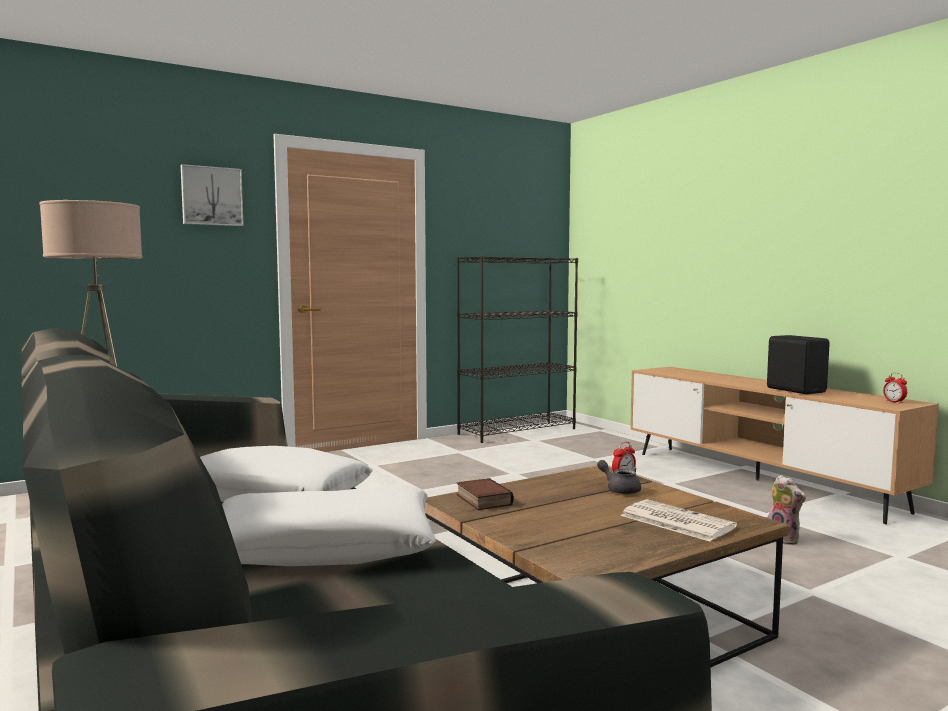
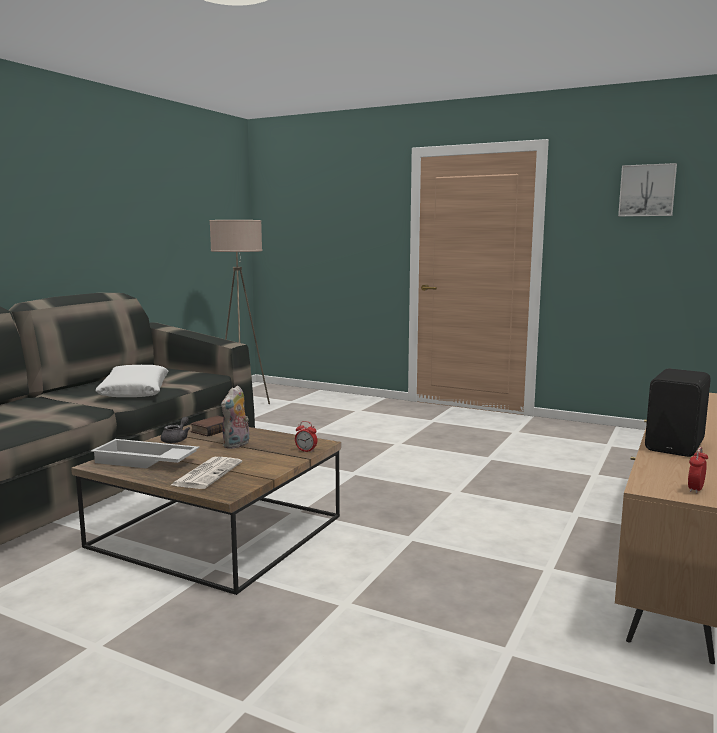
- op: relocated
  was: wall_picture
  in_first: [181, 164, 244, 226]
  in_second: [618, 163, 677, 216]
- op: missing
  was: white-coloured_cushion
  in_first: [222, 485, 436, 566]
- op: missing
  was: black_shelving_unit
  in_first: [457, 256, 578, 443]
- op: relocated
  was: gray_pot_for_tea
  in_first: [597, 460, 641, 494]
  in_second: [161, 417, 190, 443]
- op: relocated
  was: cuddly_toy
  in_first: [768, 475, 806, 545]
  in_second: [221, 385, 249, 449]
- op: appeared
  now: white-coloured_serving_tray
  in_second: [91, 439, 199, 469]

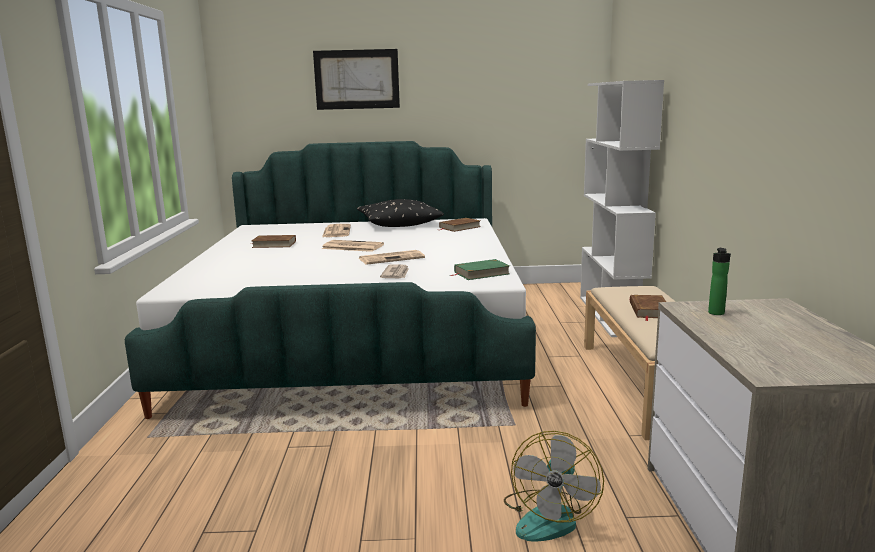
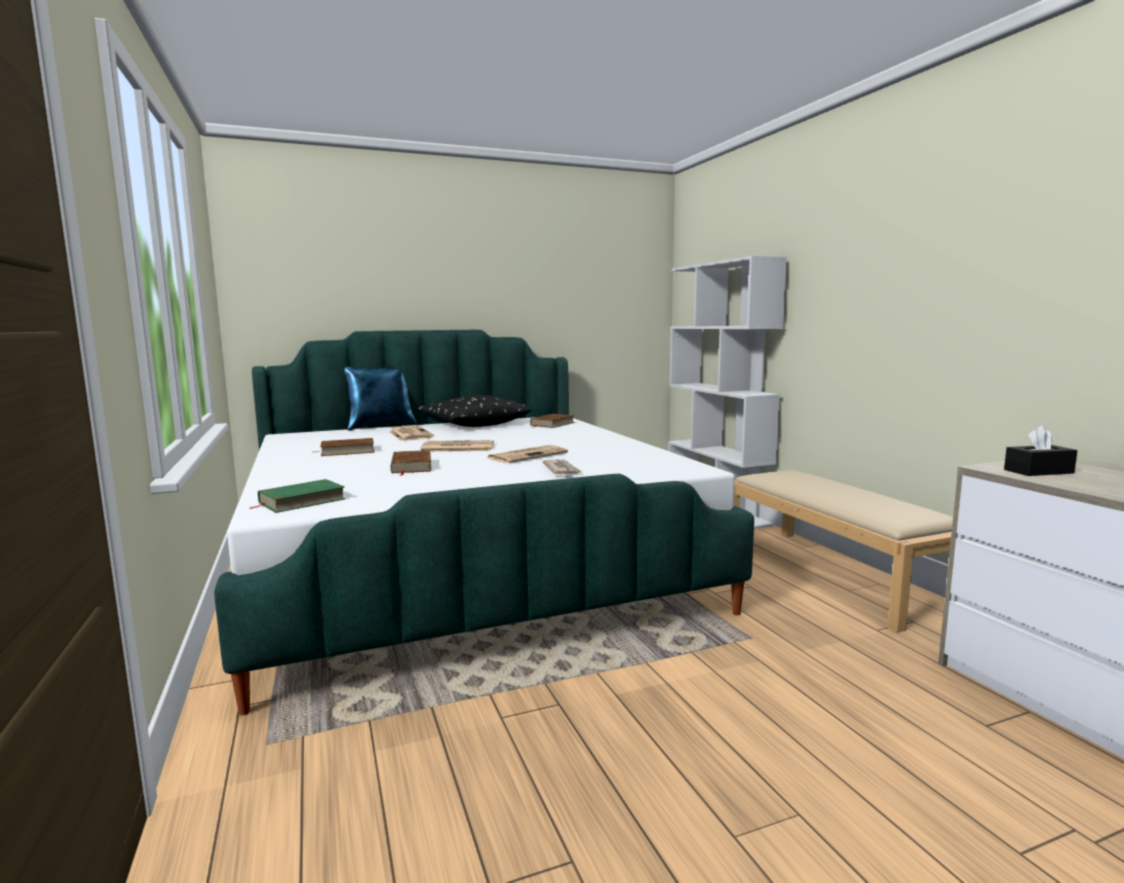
- op: missing
  was: wall_picture
  in_first: [313, 49, 400, 110]
- op: relocated
  was: green_book
  in_first: [450, 259, 510, 280]
  in_second: [249, 479, 346, 513]
- op: missing
  was: fan
  in_first: [504, 431, 604, 542]
- op: relocated
  was: brownish_book
  in_first: [630, 295, 666, 321]
  in_second: [391, 450, 431, 476]
- op: exchanged
  was: bottle
  now: black_tissue_box
  in_first: [708, 248, 731, 315]
  in_second: [1004, 425, 1077, 476]
- op: appeared
  now: blue_cushion
  in_second: [344, 366, 417, 431]

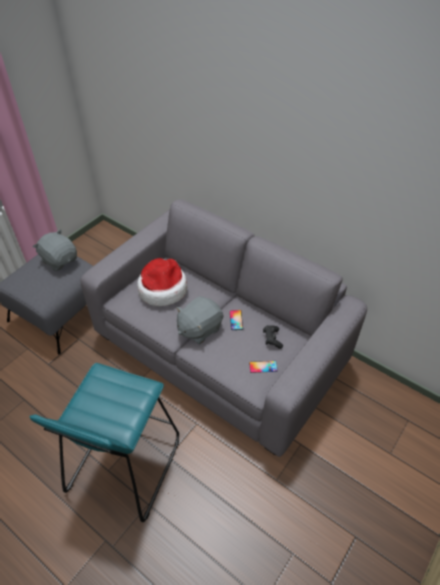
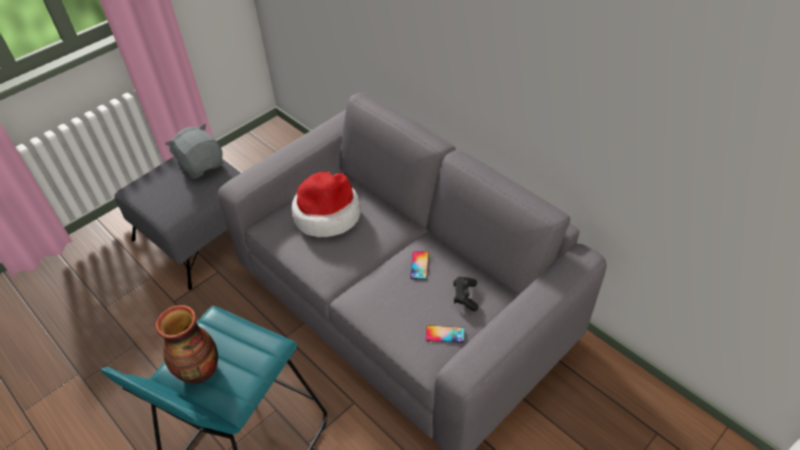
- op: missing
  was: gray_cuddly_toy
  in_first: [176, 296, 223, 344]
- op: appeared
  now: flower_vase
  in_second: [156, 305, 218, 384]

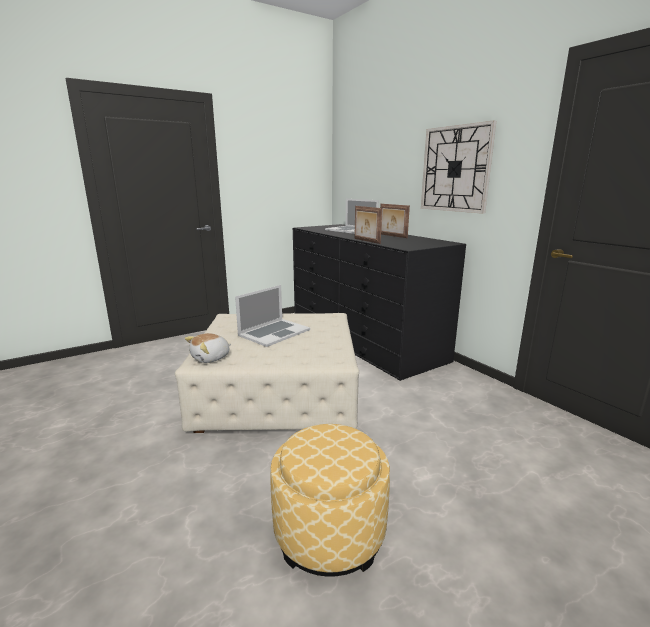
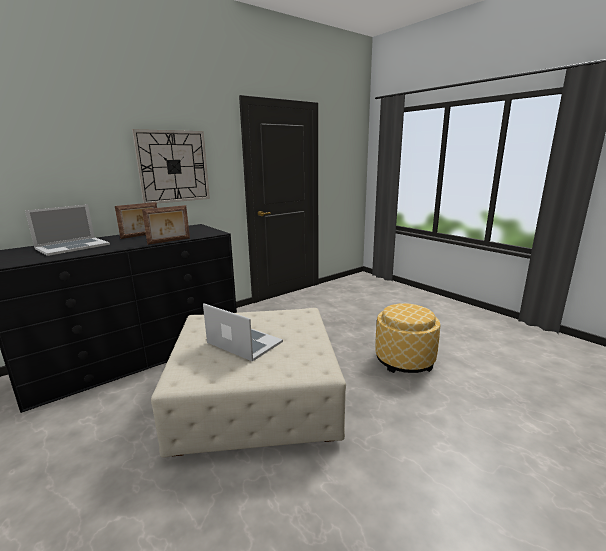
- op: missing
  was: cuddly_toy
  in_first: [185, 333, 231, 363]

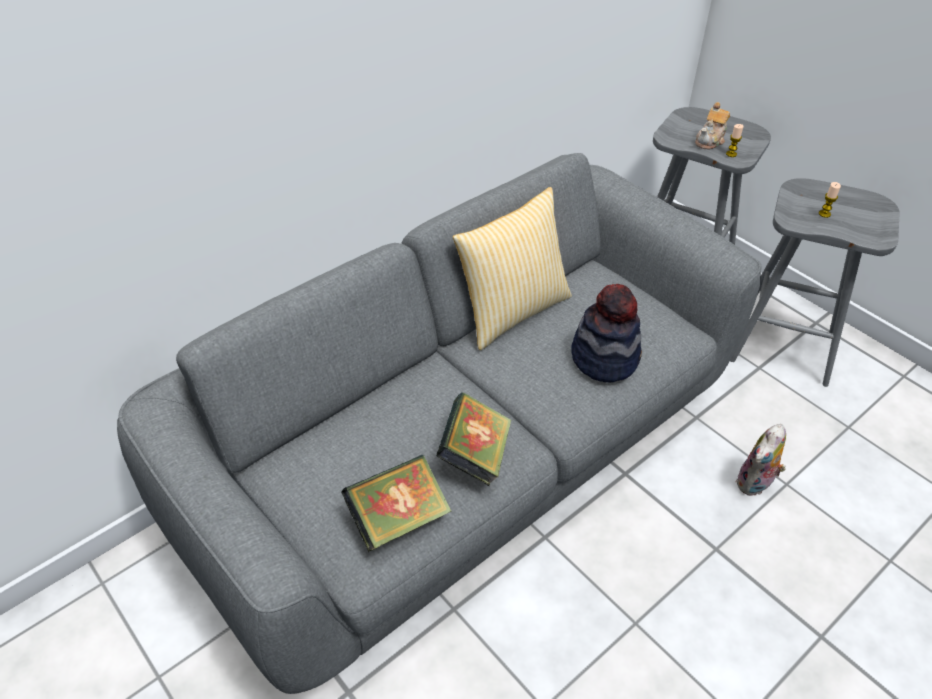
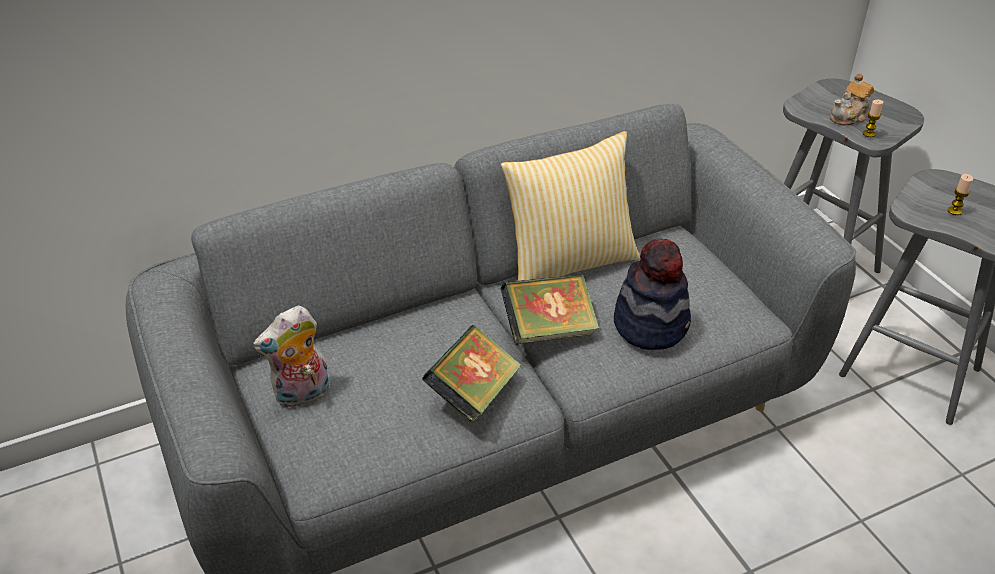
- op: relocated
  was: book
  in_first: [341, 455, 452, 552]
  in_second: [501, 274, 600, 344]
- op: relocated
  was: cuddly_toy
  in_first: [735, 424, 786, 496]
  in_second: [253, 306, 330, 408]

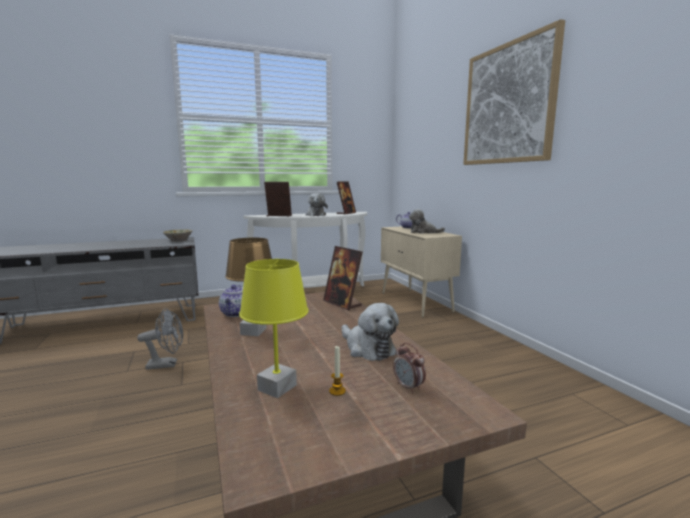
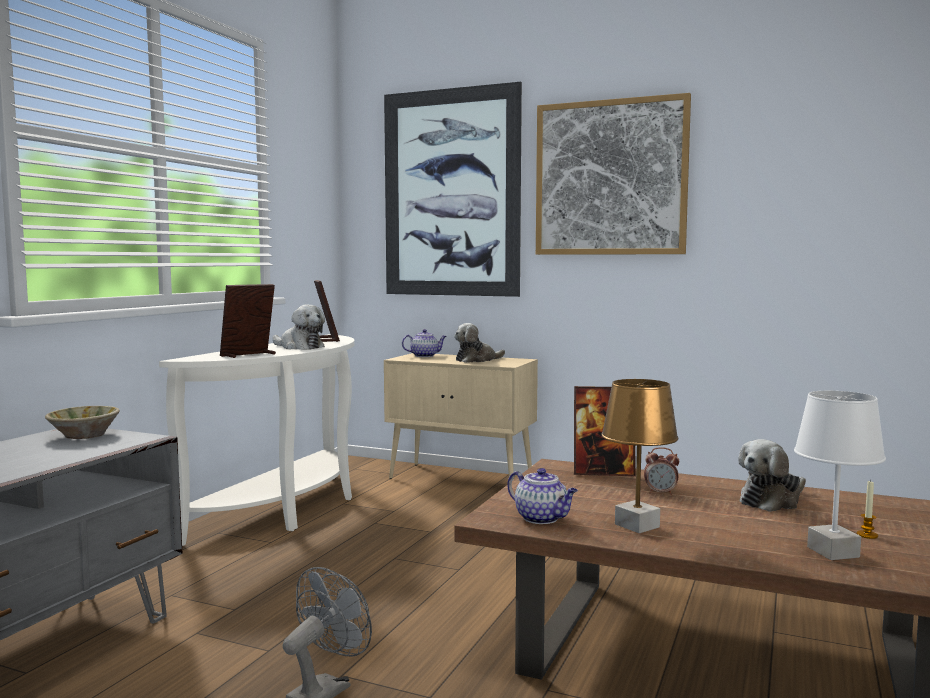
- op: colour
  was: yellowish_lamp_for_a_table
  now: white-coloured_lamp_for_a_table
  in_first: [239, 259, 309, 398]
  in_second: [794, 391, 886, 560]
- op: spun
  was: cuddly_toy
  in_first: [342, 303, 399, 361]
  in_second: [738, 439, 806, 512]
  clockwise: 135
- op: relocated
  was: bedside_clock
  in_first: [393, 343, 426, 394]
  in_second: [644, 447, 679, 495]
- op: appeared
  now: wall_picture
  in_second: [384, 82, 522, 297]

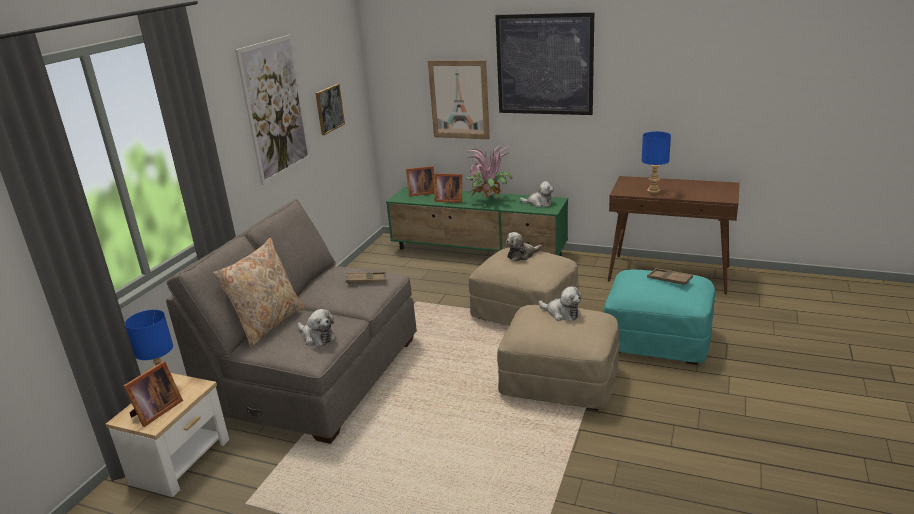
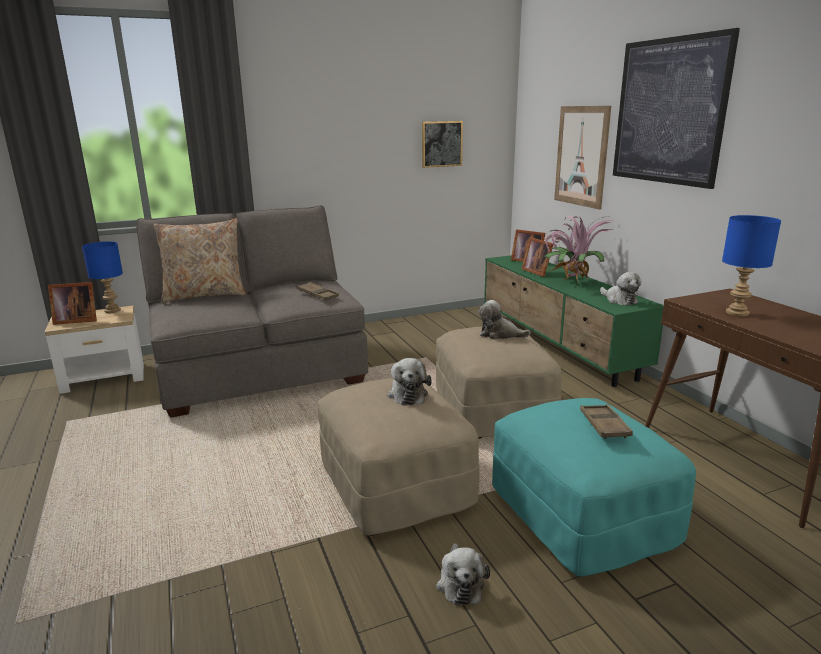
- op: missing
  was: wall_picture
  in_first: [235, 35, 311, 185]
- op: relocated
  was: cuddly_toy
  in_first: [297, 309, 336, 346]
  in_second: [436, 543, 490, 605]

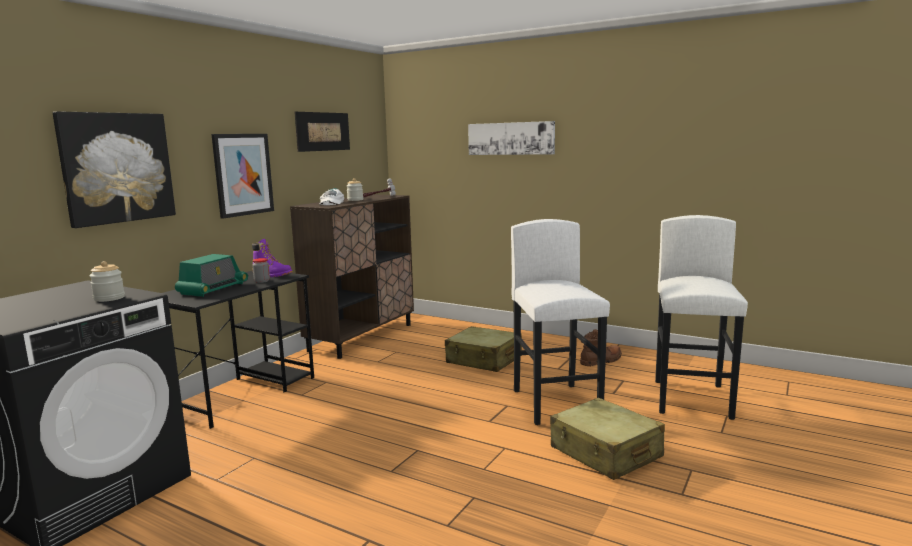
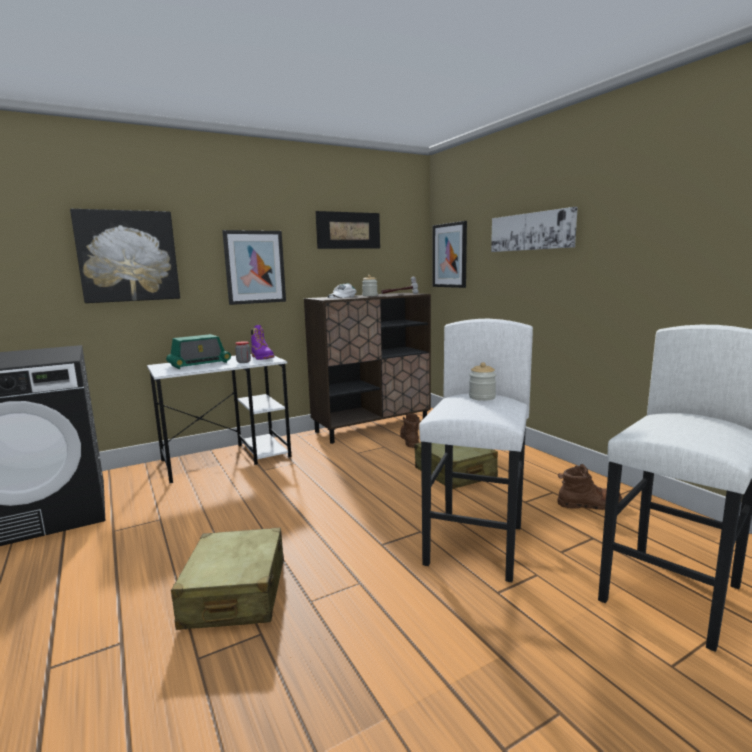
- op: relocated
  was: jar
  in_first: [89, 261, 125, 302]
  in_second: [469, 362, 496, 401]
- op: colour
  was: black_desk_unit
  now: white-coloured_desk_unit
  in_first: [164, 270, 314, 429]
  in_second: [147, 354, 291, 484]
- op: relocated
  was: sand-coloured_travel_case
  in_first: [550, 397, 665, 480]
  in_second: [171, 528, 284, 630]
- op: appeared
  now: brownish_boot
  in_second: [400, 413, 420, 448]
- op: appeared
  now: wall_picture
  in_second: [433, 221, 467, 288]

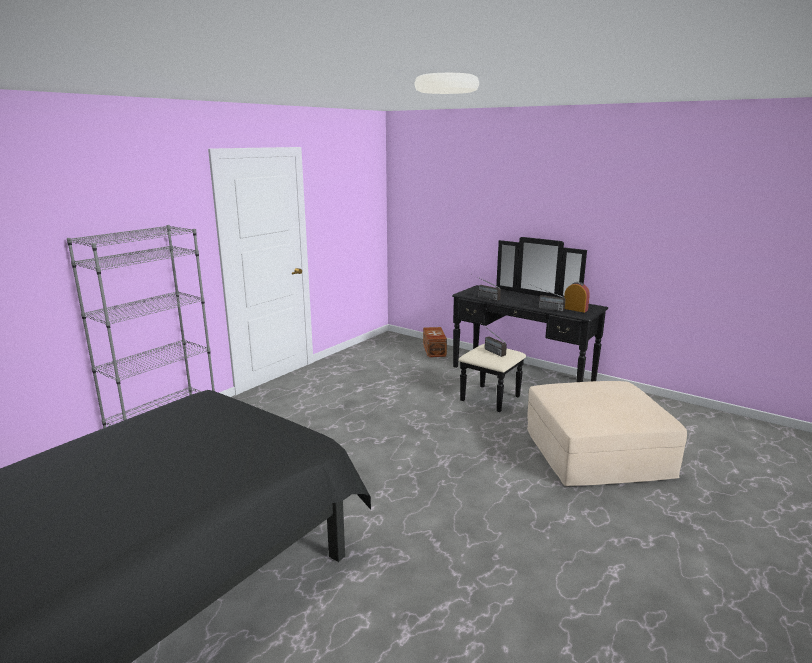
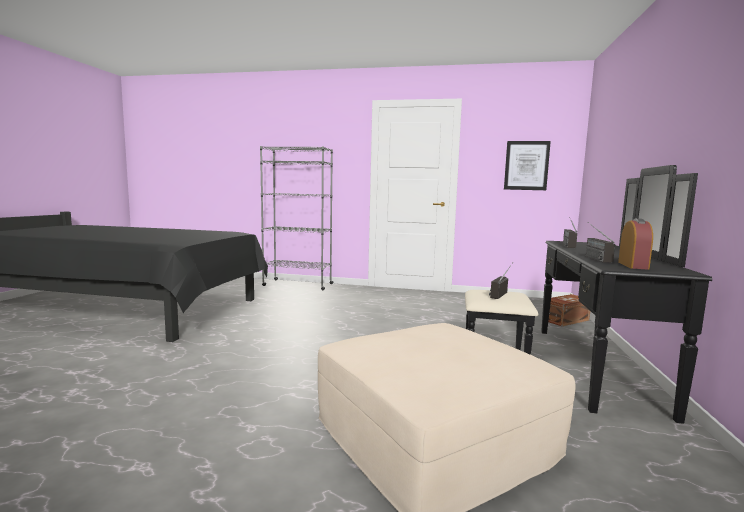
- op: appeared
  now: wall_picture
  in_second: [504, 141, 551, 190]

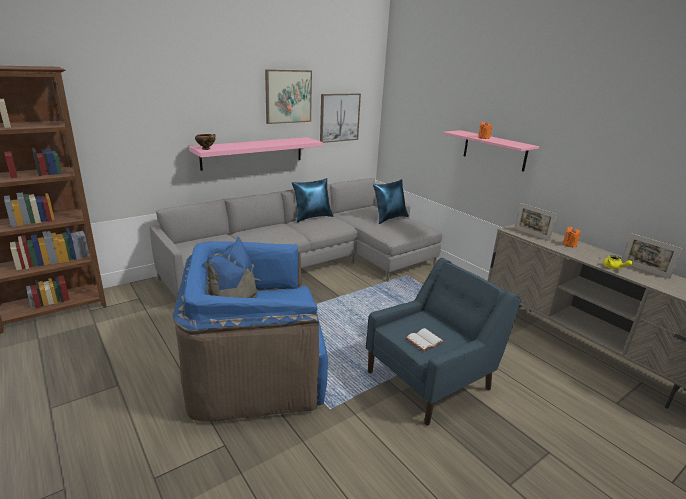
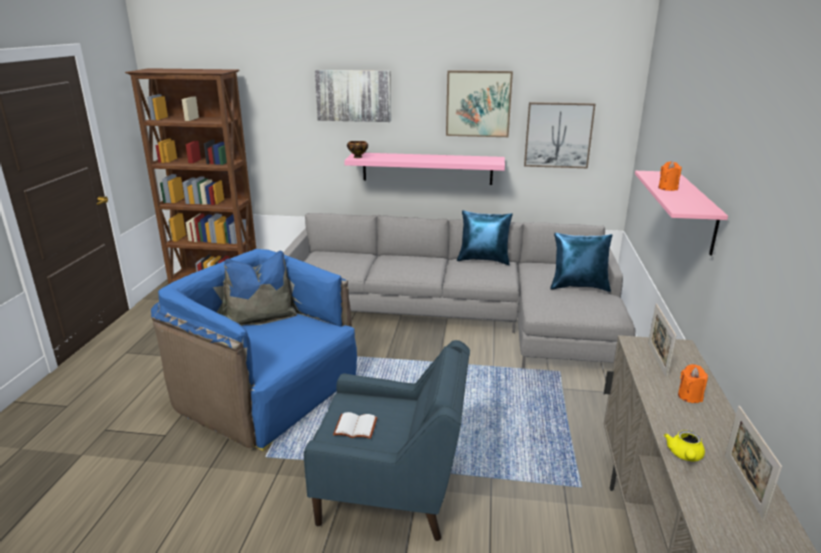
- op: appeared
  now: wall_picture
  in_second: [315, 70, 391, 122]

